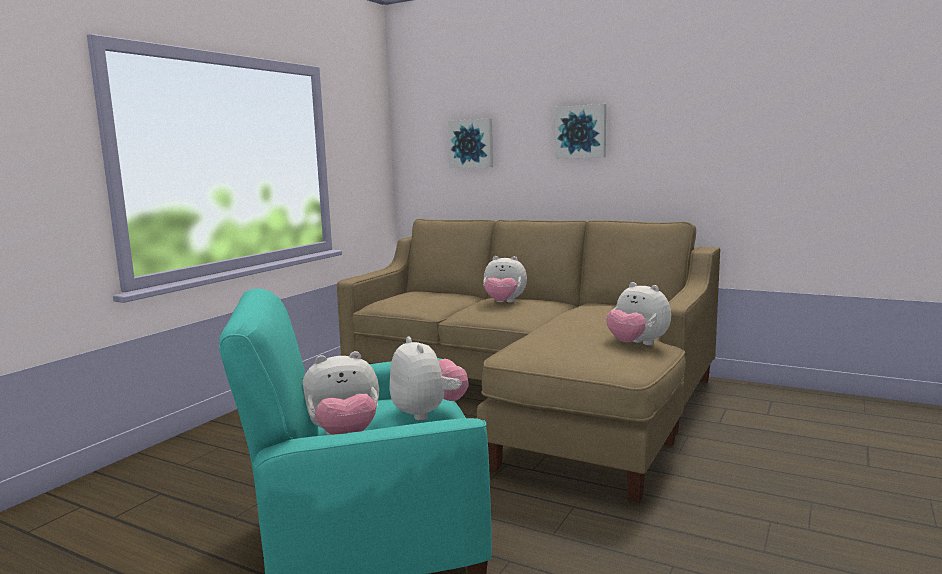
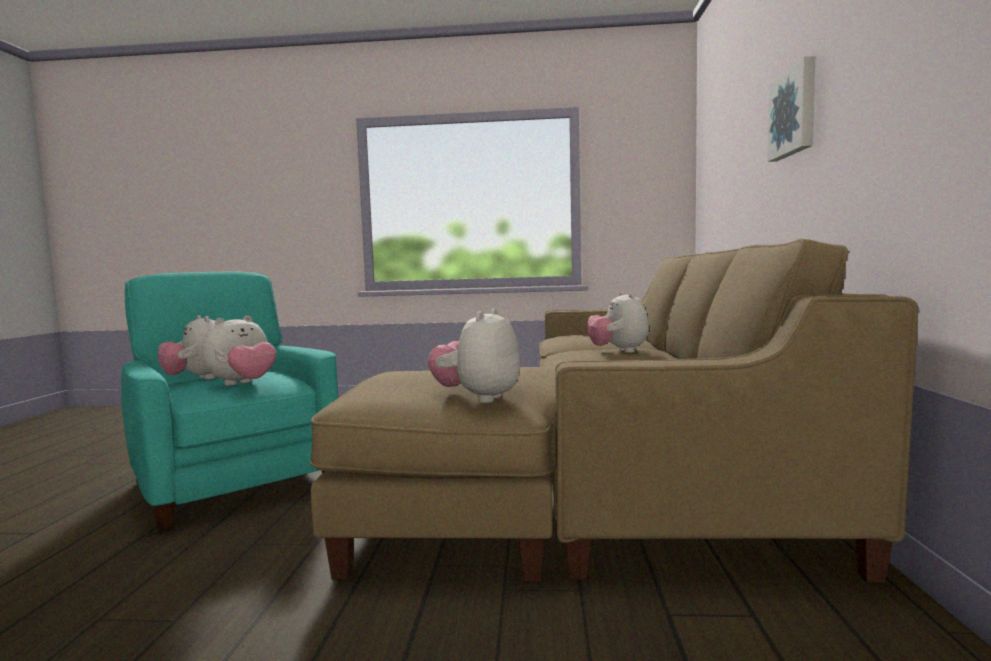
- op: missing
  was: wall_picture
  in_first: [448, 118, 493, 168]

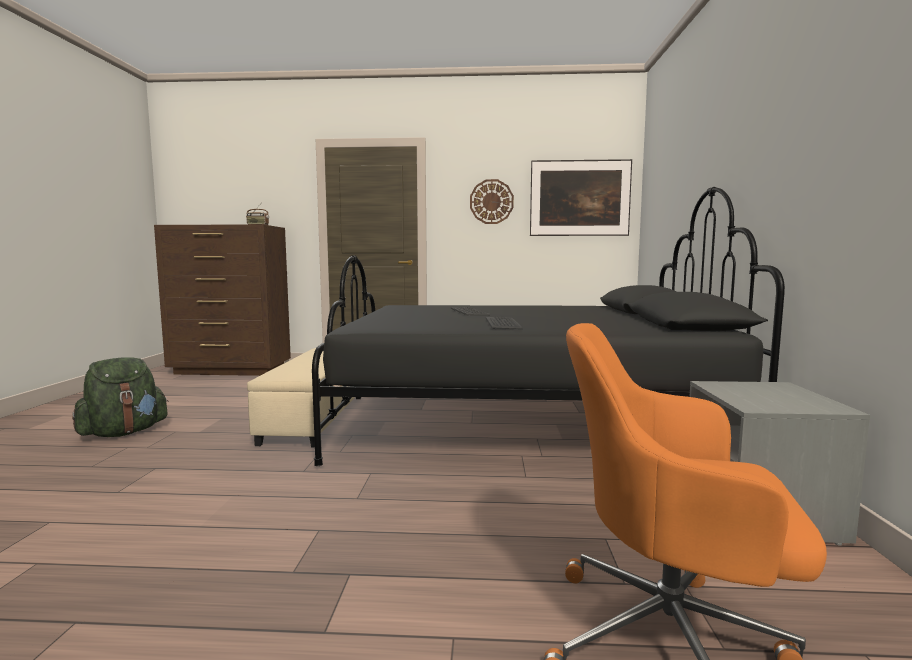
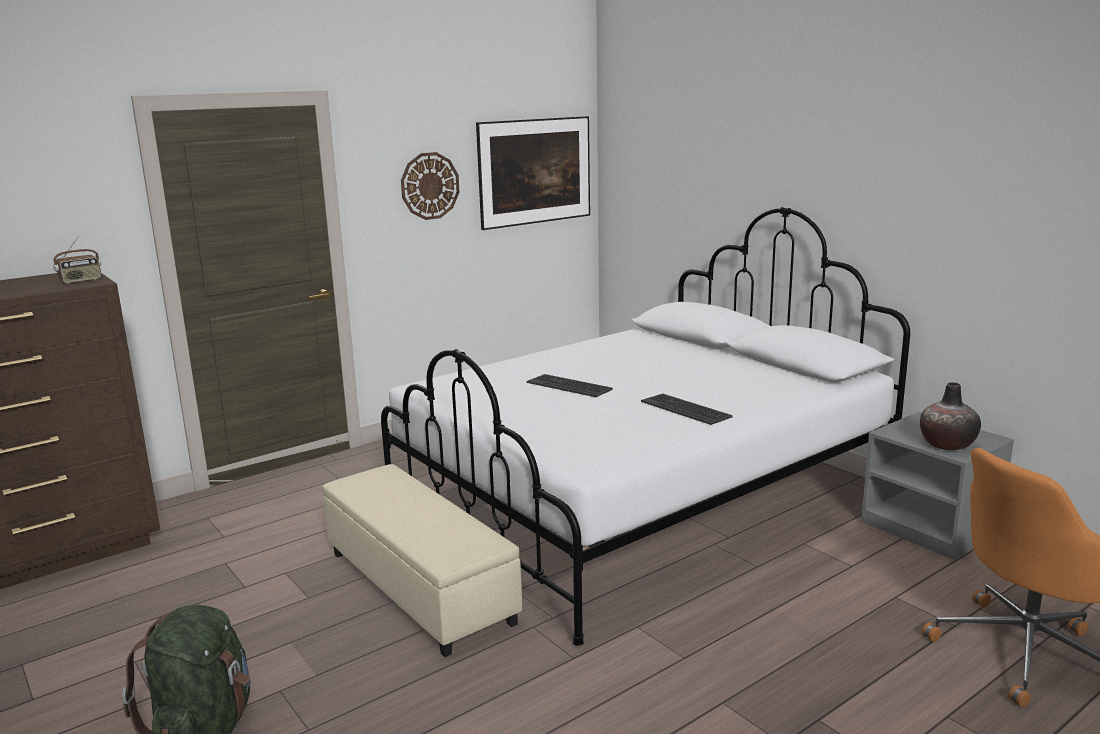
- op: colour
  was: black_sleeping_bed
  now: white-coloured_sleeping_bed
  in_first: [312, 187, 785, 466]
  in_second: [381, 207, 910, 646]
- op: appeared
  now: flower_vase
  in_second: [920, 382, 981, 450]

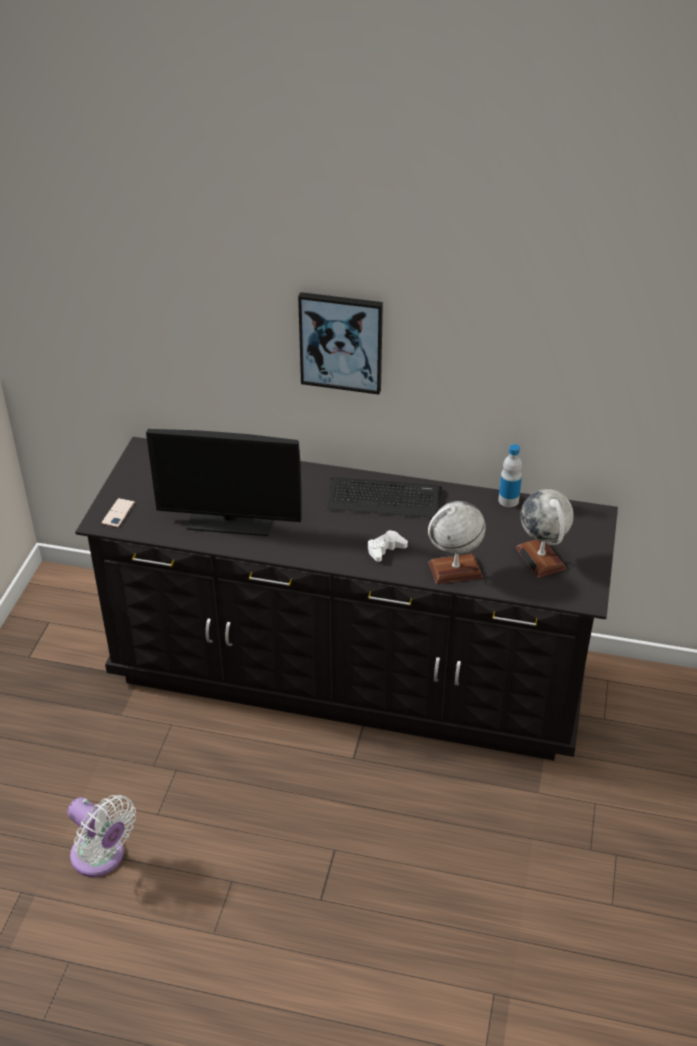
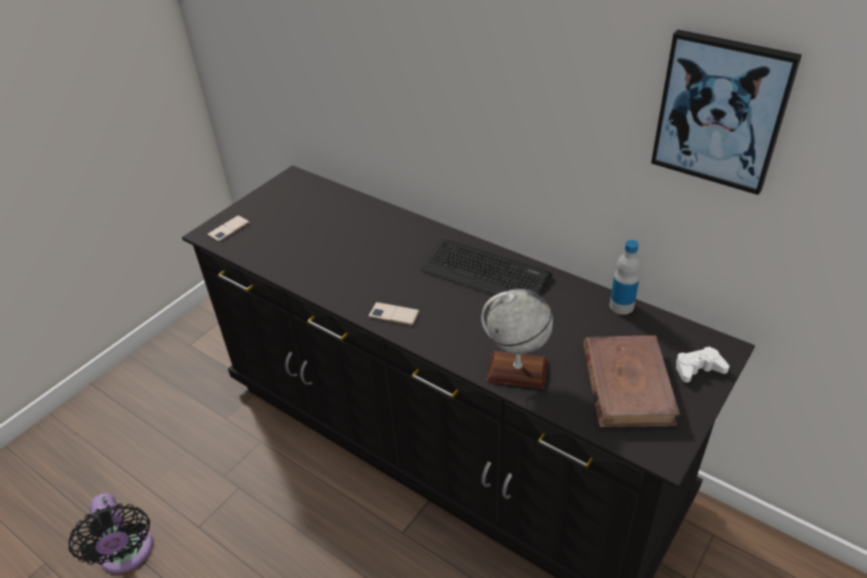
- op: colour
  was: white-coloured_fan
  now: black_fan
  in_first: [67, 795, 136, 877]
  in_second: [68, 493, 153, 573]
- op: missing
  was: monitor
  in_first: [146, 429, 302, 536]
- op: relocated
  was: wall_picture
  in_first: [298, 292, 383, 395]
  in_second: [651, 30, 802, 195]
- op: relocated
  was: white-coloured_gamepad
  in_first: [368, 530, 408, 562]
  in_second: [676, 347, 729, 382]
- op: exchanged
  was: globe
  now: brownish_book
  in_first: [516, 489, 574, 578]
  in_second: [583, 336, 680, 427]
- op: appeared
  now: phone
  in_second: [368, 302, 419, 325]

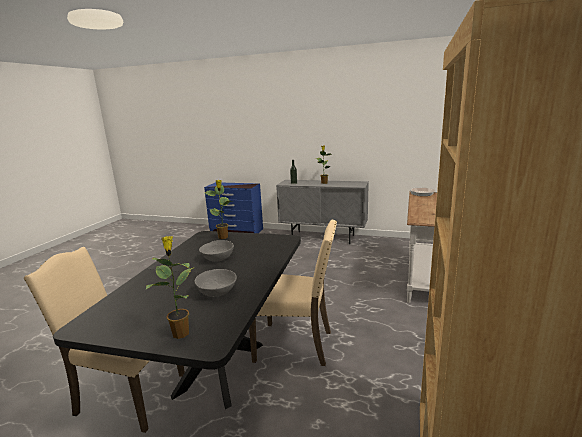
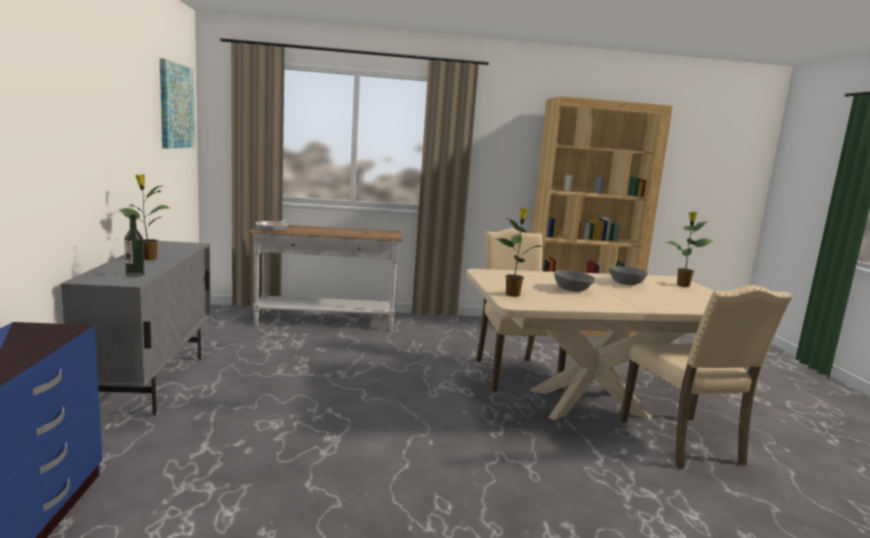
- op: colour
  was: black_dinner_table
  now: sand-coloured_dinner_table
  in_first: [53, 231, 301, 409]
  in_second: [466, 269, 713, 420]
- op: appeared
  now: wall_picture
  in_second: [160, 58, 195, 149]

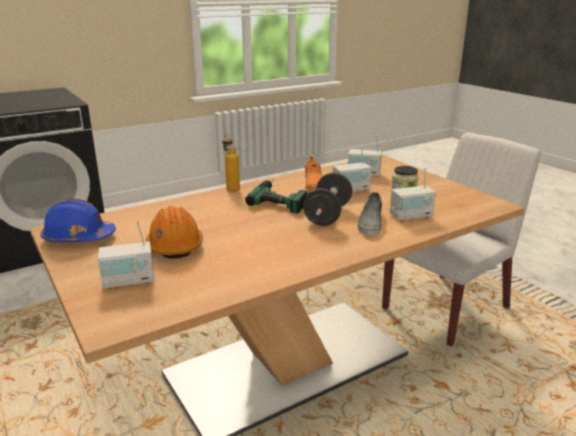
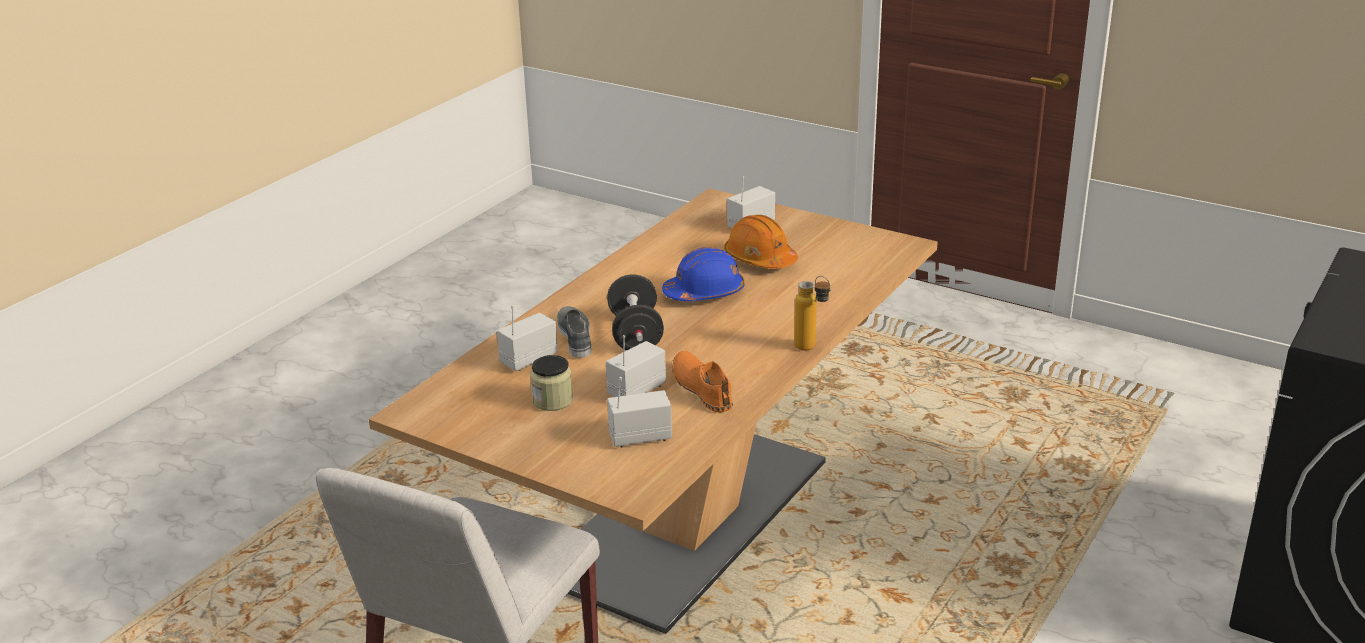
- op: relocated
  was: blue_work_helmet
  in_first: [40, 199, 116, 242]
  in_second: [662, 247, 745, 301]
- op: missing
  was: drill
  in_first: [245, 179, 307, 213]

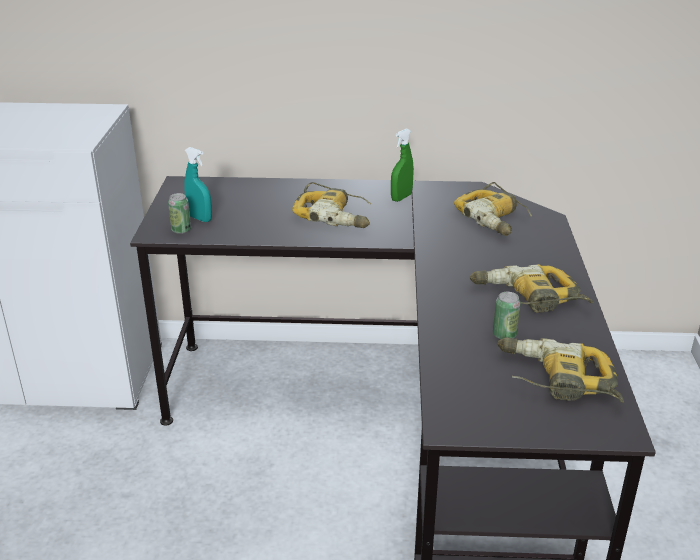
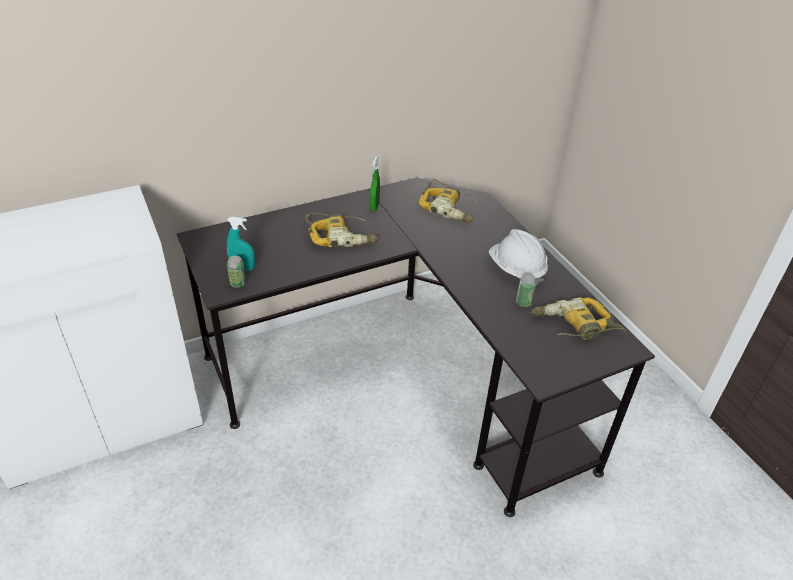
- op: exchanged
  was: drill
  now: white-coloured_work_helmet
  in_first: [470, 264, 594, 313]
  in_second: [489, 229, 548, 285]

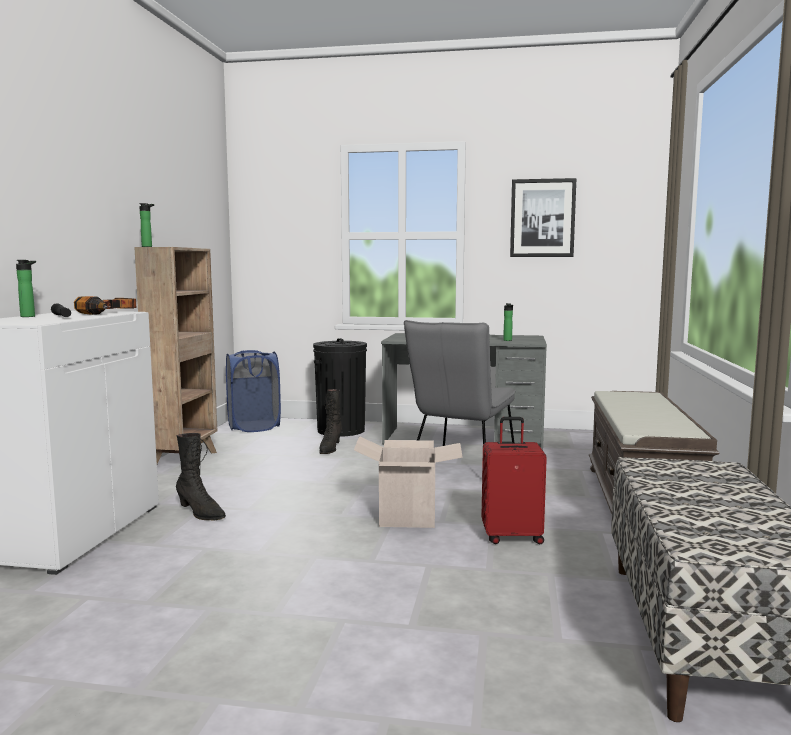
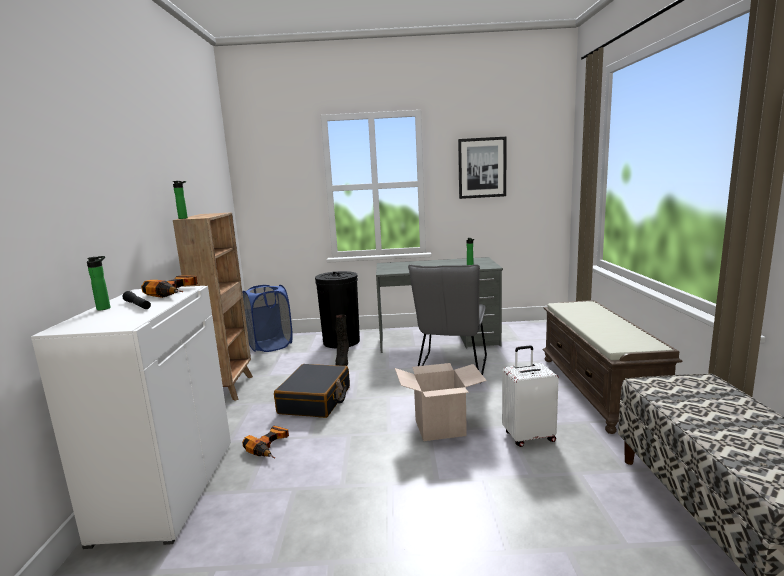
- op: exchanged
  was: black_boot
  now: drill
  in_first: [176, 433, 226, 520]
  in_second: [242, 426, 289, 459]
- op: colour
  was: red-coloured_travel_case
  now: white-coloured_travel_case
  in_first: [481, 417, 547, 544]
  in_second: [502, 345, 559, 447]
- op: appeared
  now: black_travel_case
  in_second: [274, 364, 350, 418]

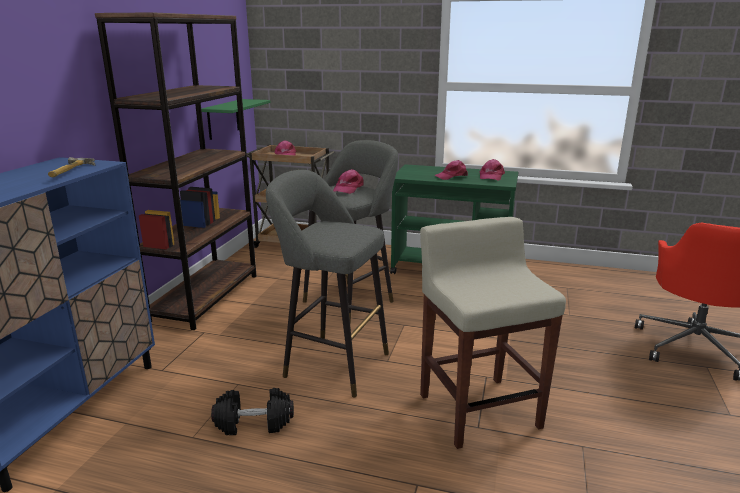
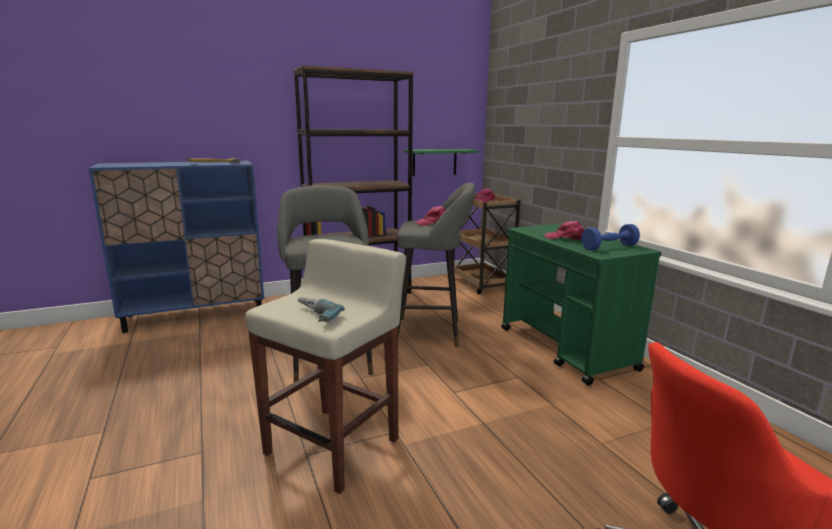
- op: missing
  was: black_hand_weight
  in_first: [211, 388, 294, 435]
- op: exchanged
  was: pink_baseball_cap
  now: blue_hand_weight
  in_first: [480, 159, 505, 181]
  in_second: [581, 224, 640, 250]
- op: appeared
  now: drill
  in_second: [297, 297, 345, 322]

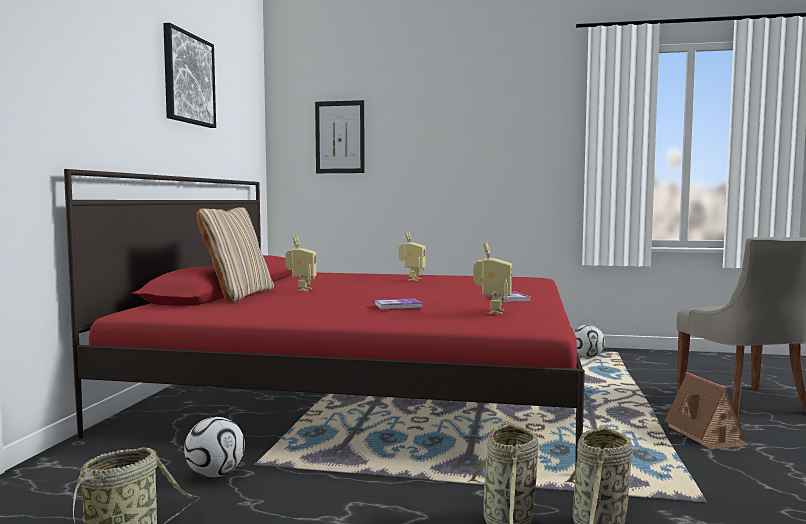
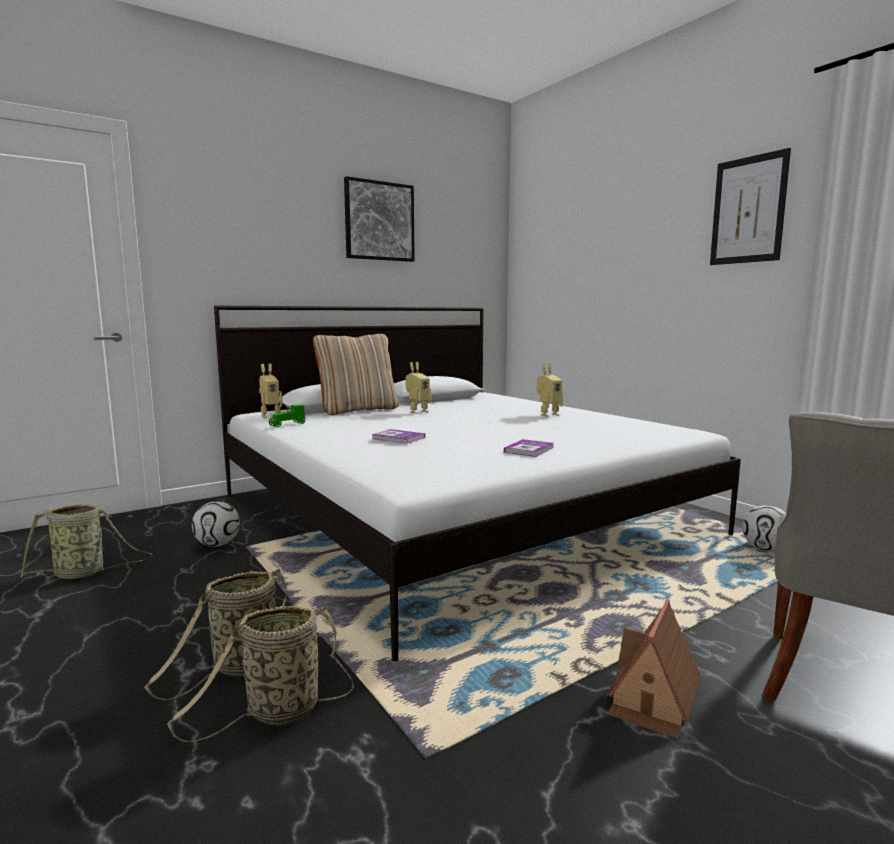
- op: colour
  was: red-coloured_sleeping_bed
  now: white-coloured_sleeping_bed
  in_first: [64, 169, 585, 469]
  in_second: [214, 305, 741, 661]
- op: relocated
  was: wall_picture
  in_first: [315, 100, 365, 173]
  in_second: [710, 148, 791, 265]
- op: relocated
  was: toy_robot
  in_first: [473, 243, 512, 314]
  in_second: [259, 364, 283, 418]
- op: appeared
  now: green_model_car
  in_second: [269, 404, 305, 427]

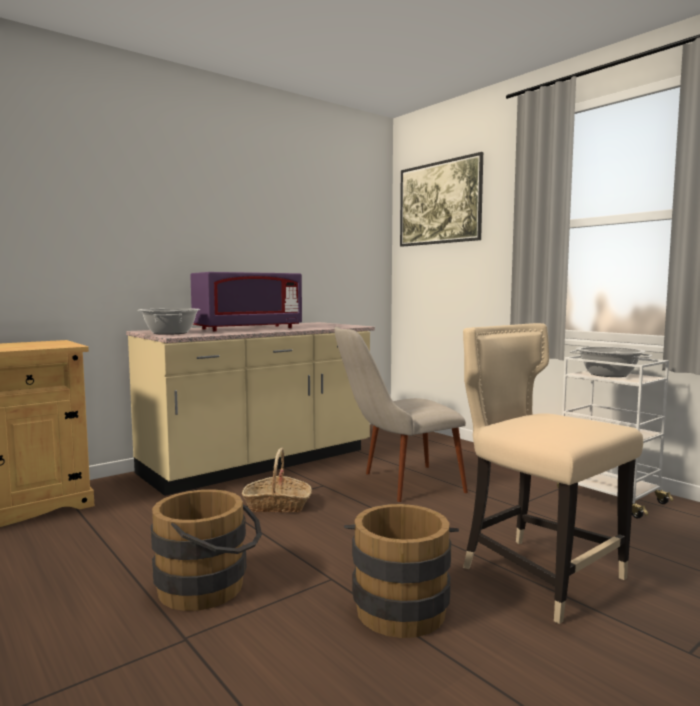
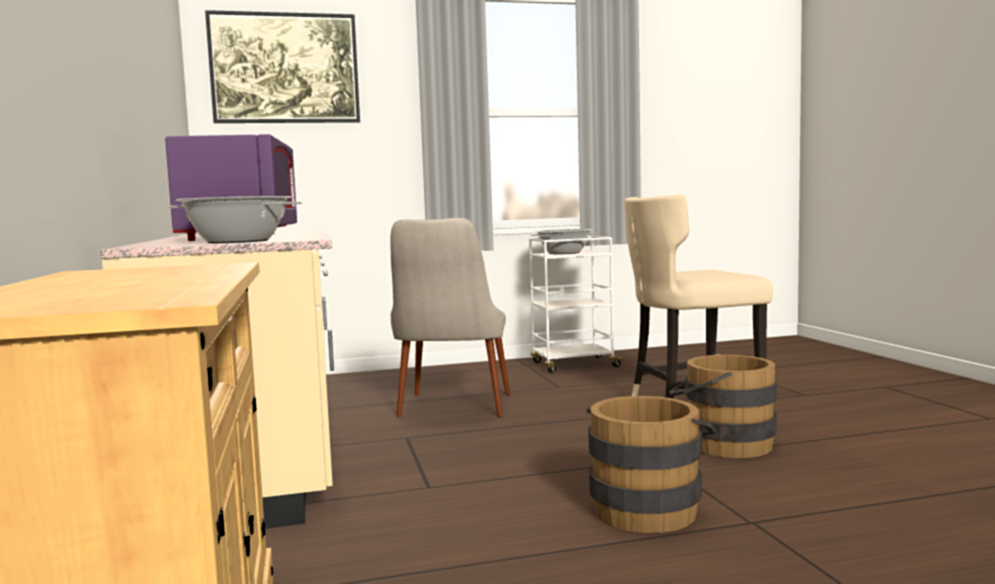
- op: missing
  was: storage_basket
  in_first: [242, 447, 312, 513]

